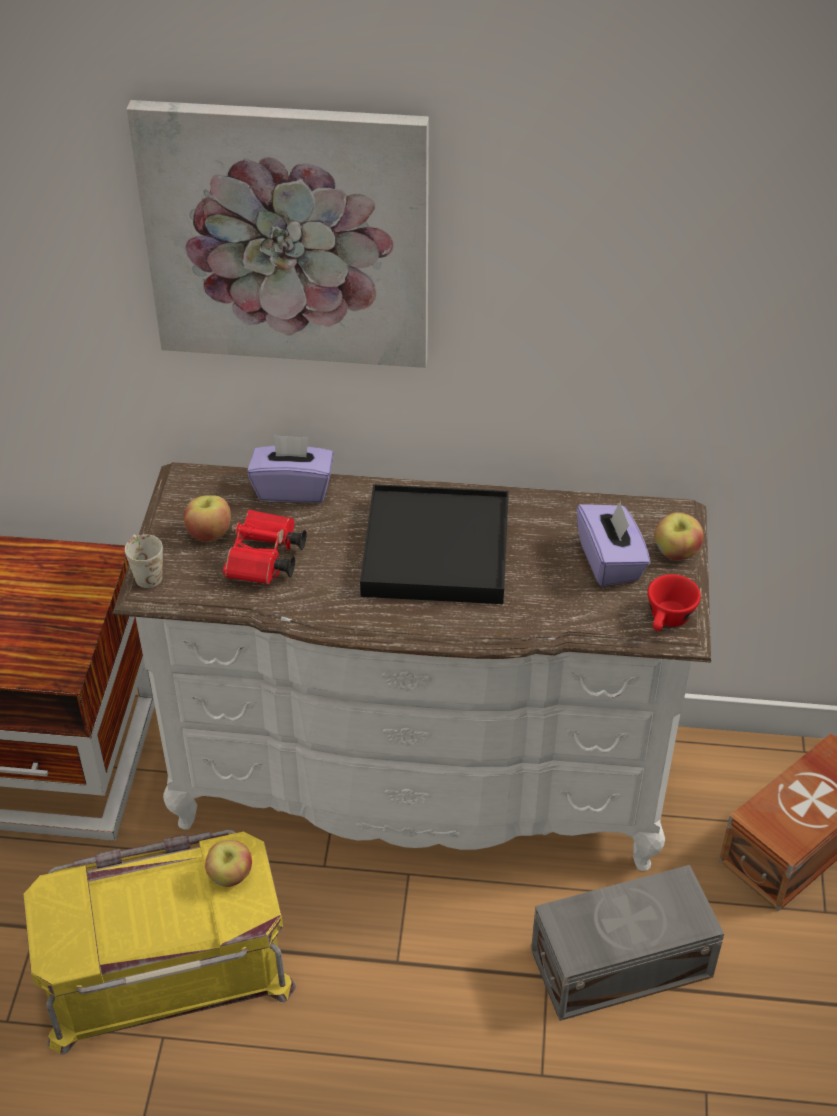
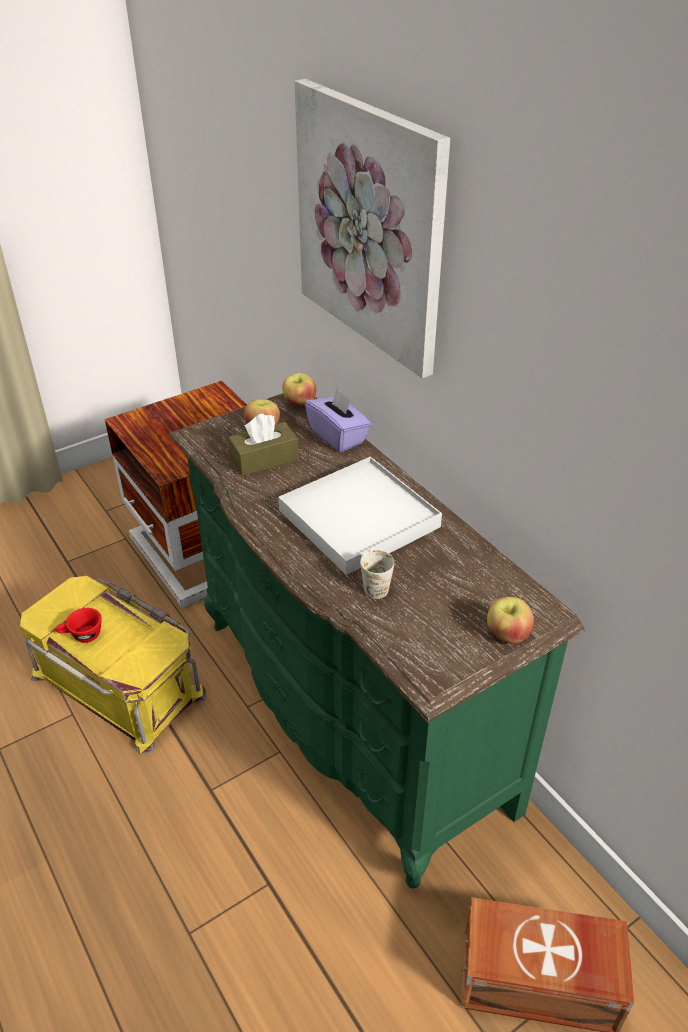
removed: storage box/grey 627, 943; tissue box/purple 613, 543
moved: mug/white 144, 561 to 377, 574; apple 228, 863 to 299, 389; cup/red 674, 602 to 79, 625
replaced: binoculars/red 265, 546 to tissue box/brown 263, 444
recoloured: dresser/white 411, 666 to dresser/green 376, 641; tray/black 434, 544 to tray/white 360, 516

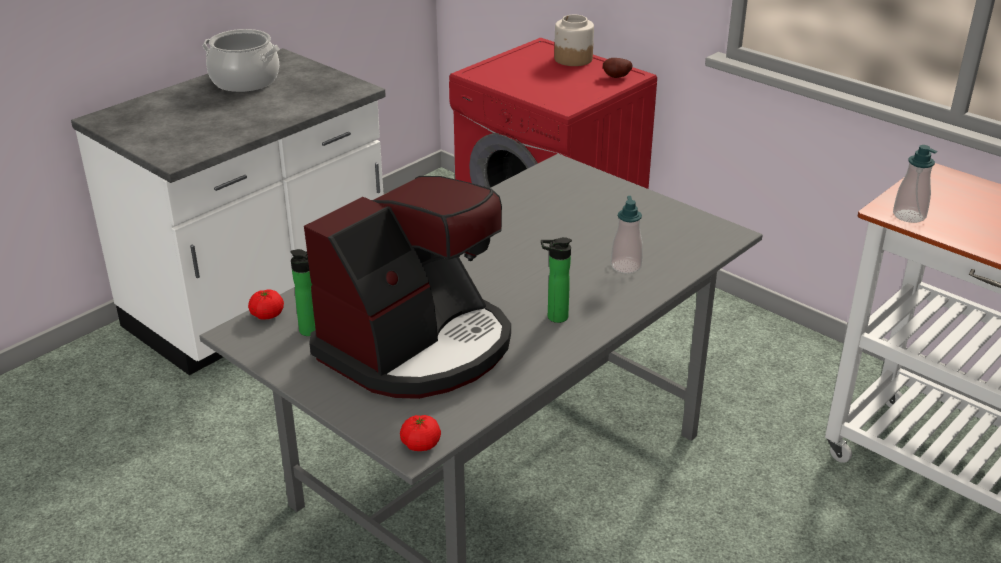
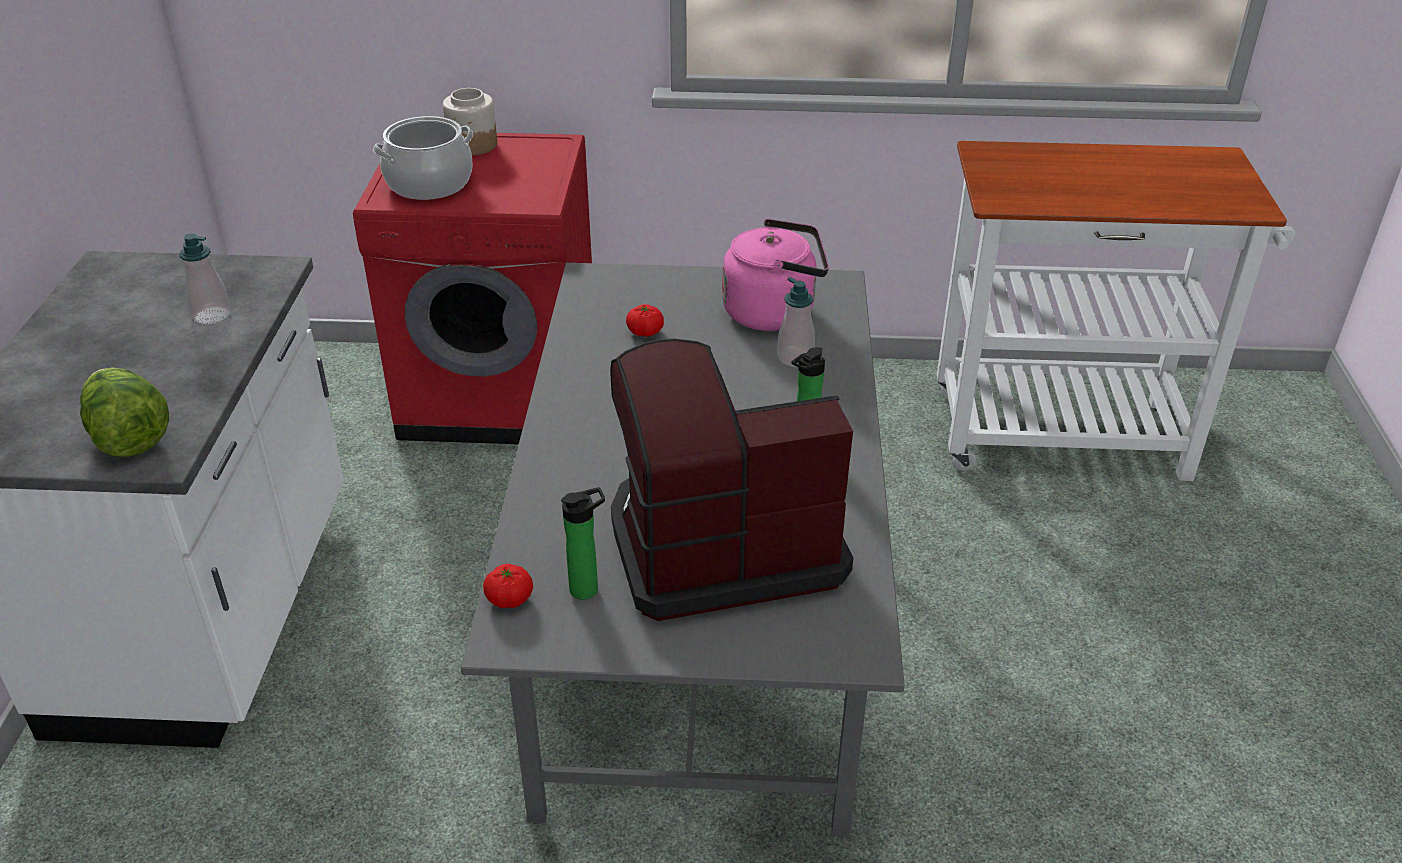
removed: potato 617, 68
added: lettuce 124, 412; kettle/pink 775, 275
moved: cooking pot 241, 60 to 423, 158; tomato 420, 433 to 645, 320; soap dispenser 915, 184 to 205, 278
turned: coffee machine 407, 287 = 731, 480 105 degrees counterclockwise

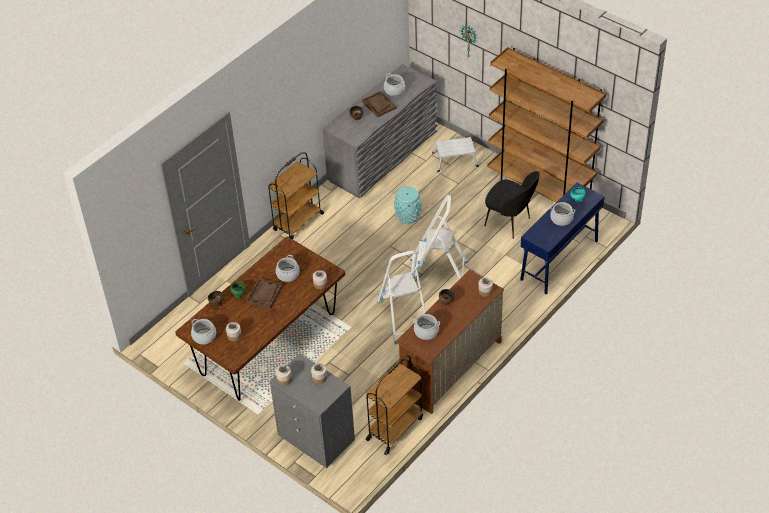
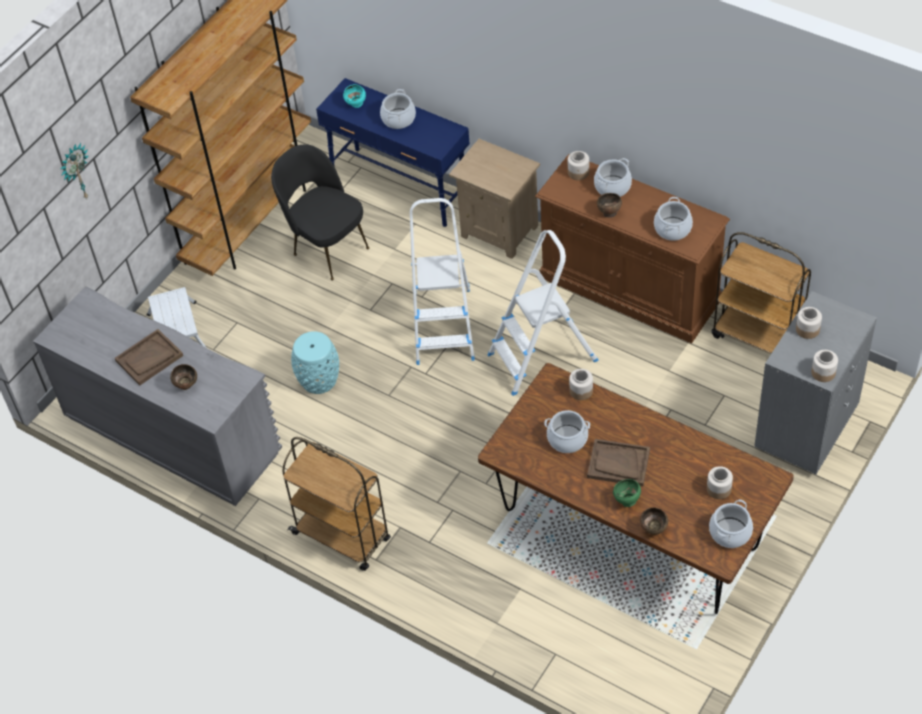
added: nightstand/beige 494, 199
moved: cooking pot 394, 85 to 613, 177
turned: chair/black 511, 205 = 320, 212 75 degrees counterclockwise

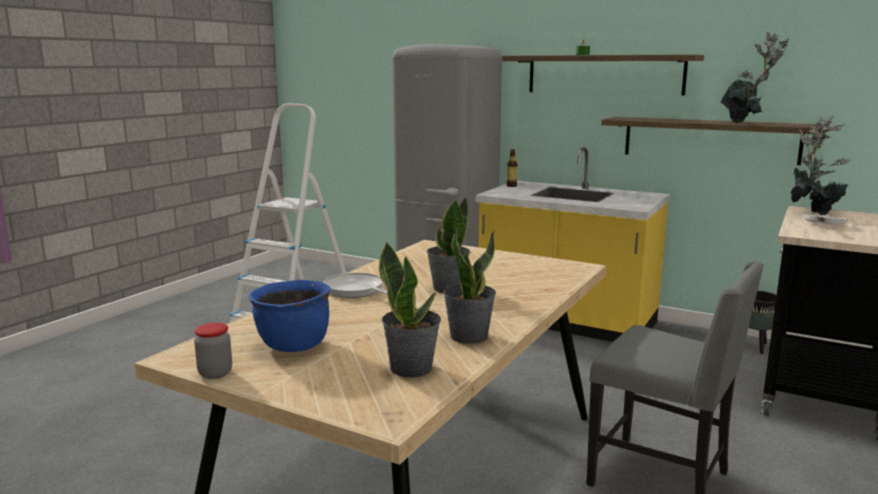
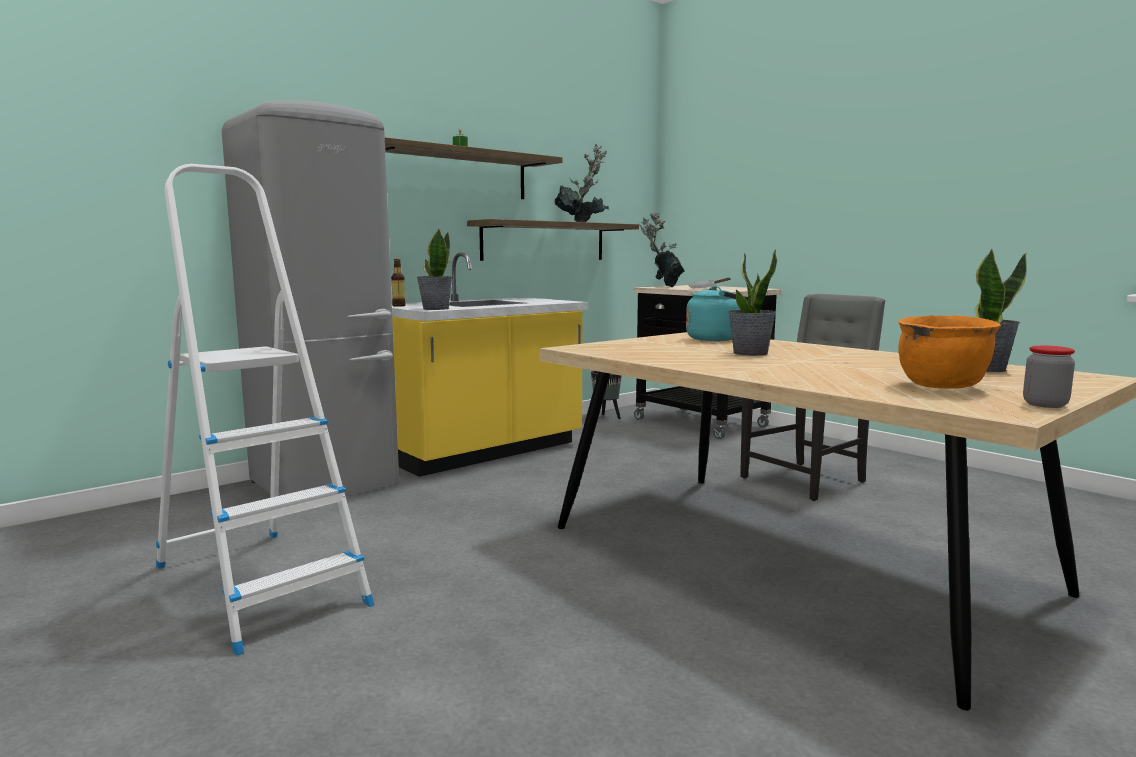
removed: frying pan 355, 285
added: kettle/turquoise 717, 313
moved: potted plant 469, 286 to 435, 269
recoloured: cooking pot/blue 289, 316 to cooking pot/orange 949, 352

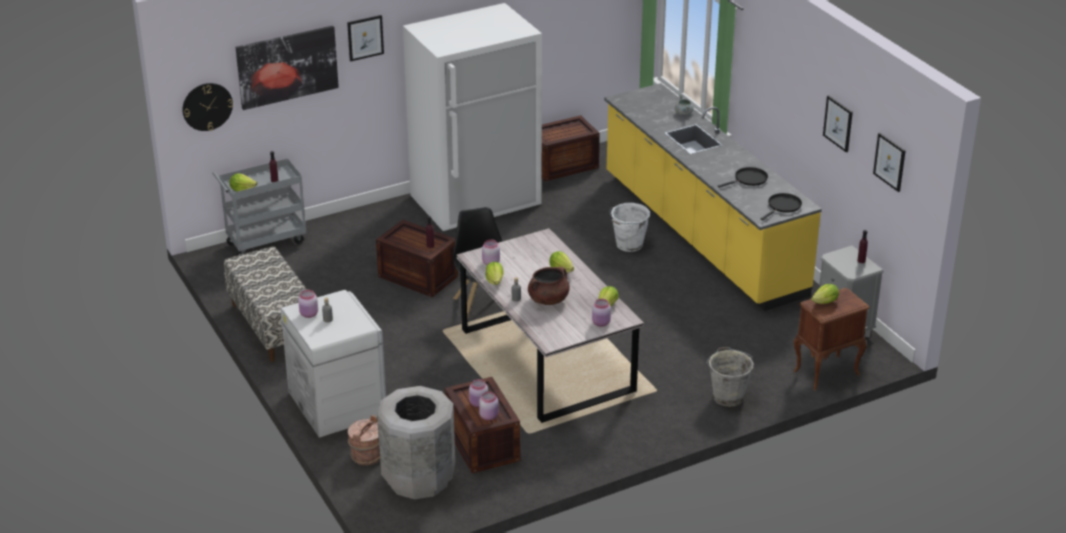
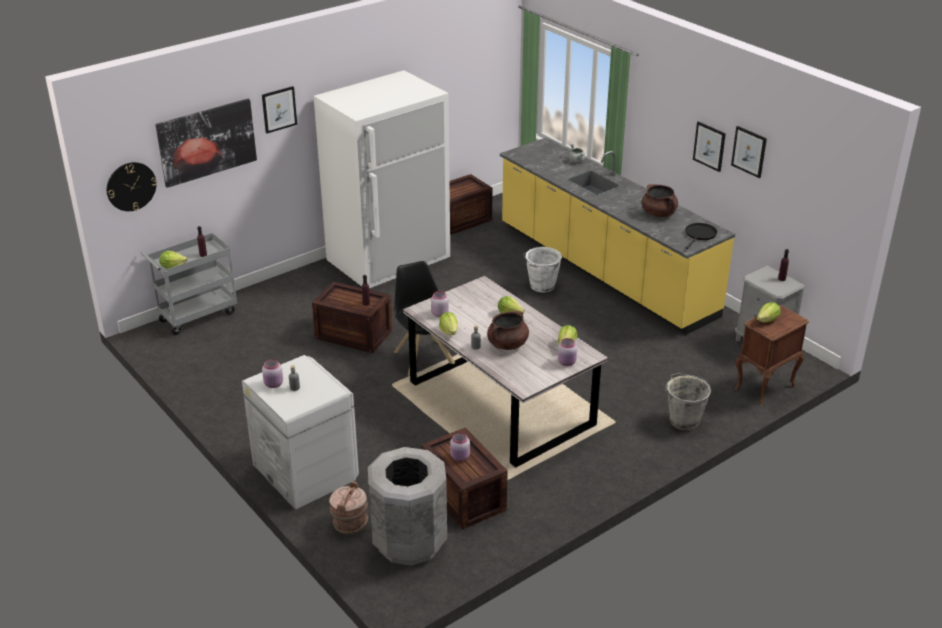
removed: bench 265, 304; jar/pink 489, 406
moved: picture 889, 162 to 709, 146
replaced: frying pan/black 742, 177 to cooking pot/brown 660, 200

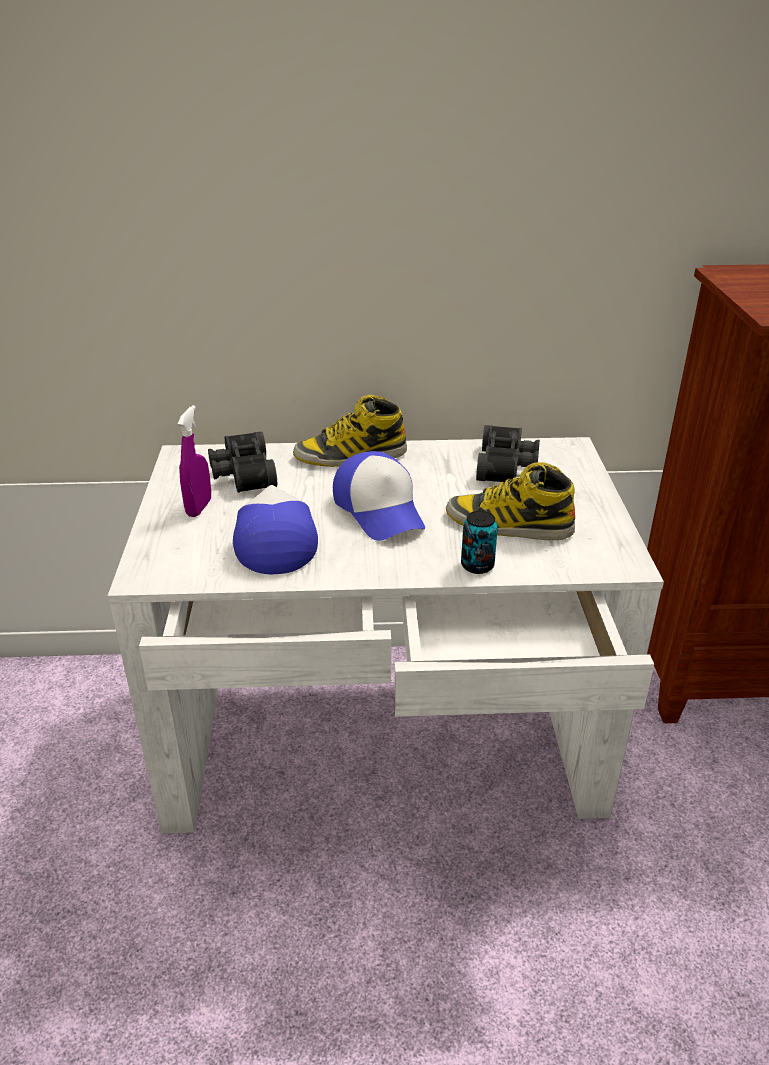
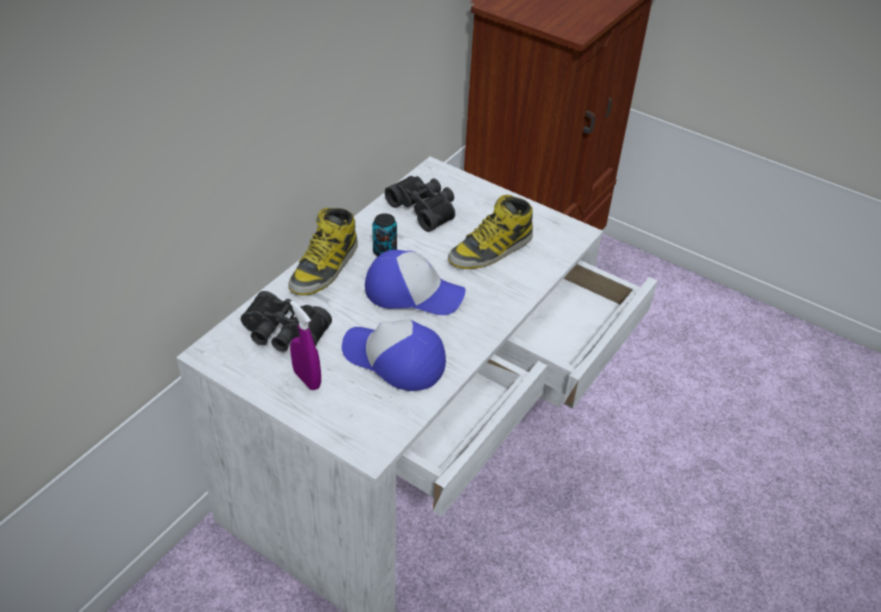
moved: can 479, 542 to 384, 234

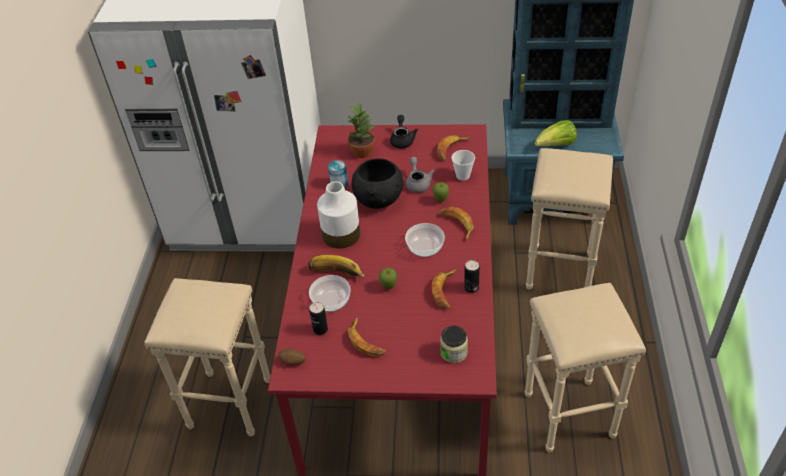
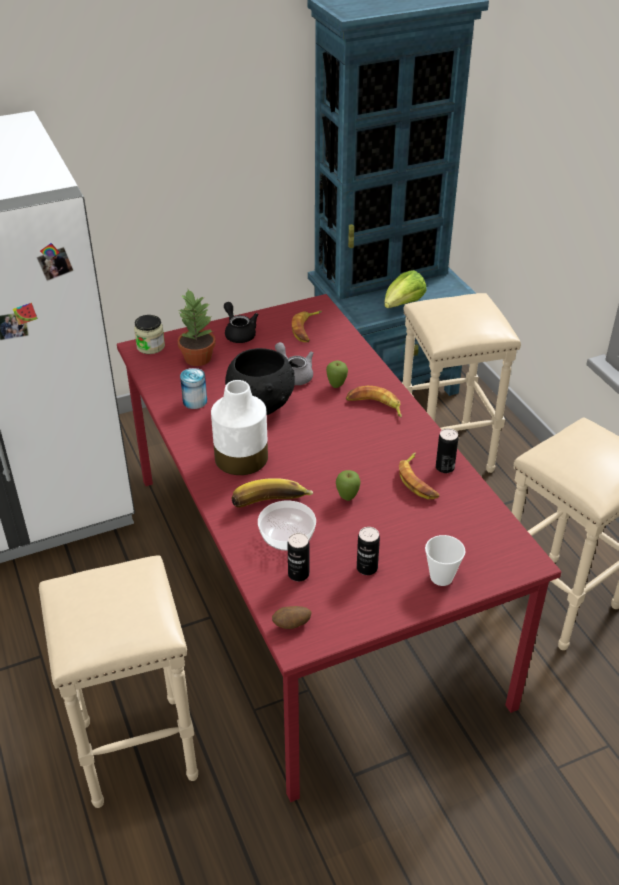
removed: bowl 425, 240
moved: jar 454, 344 to 149, 334; cup 463, 165 to 445, 560
replaced: banana 367, 337 to can 368, 551

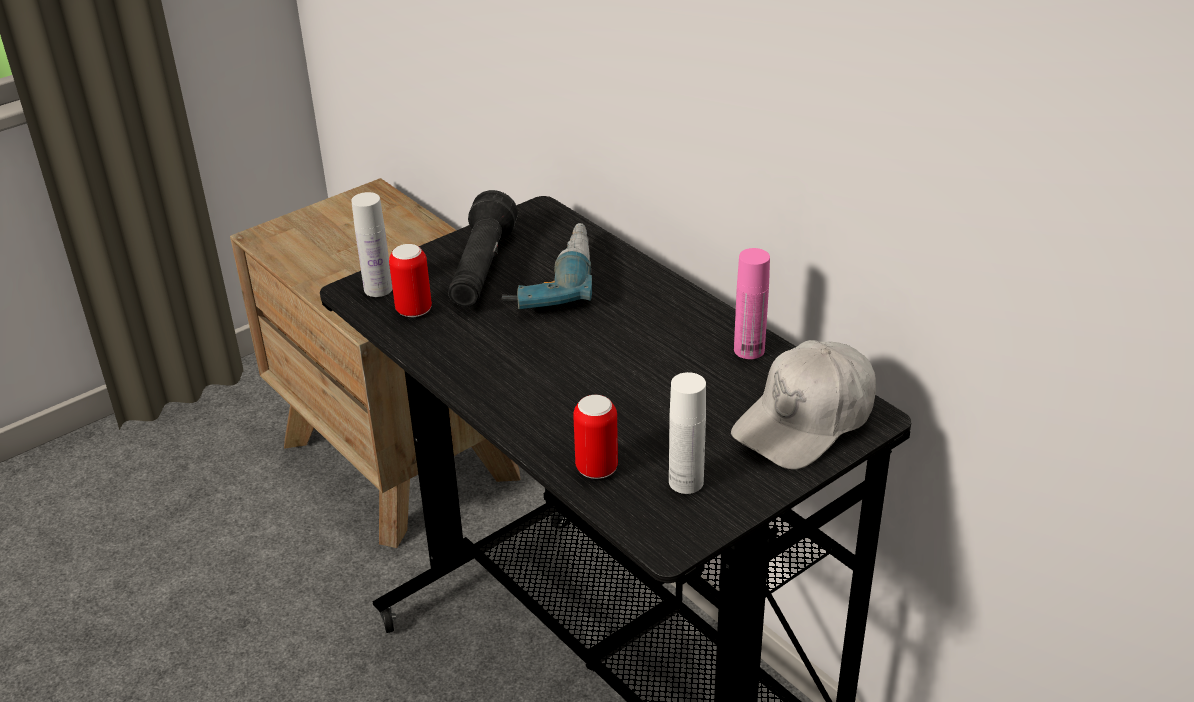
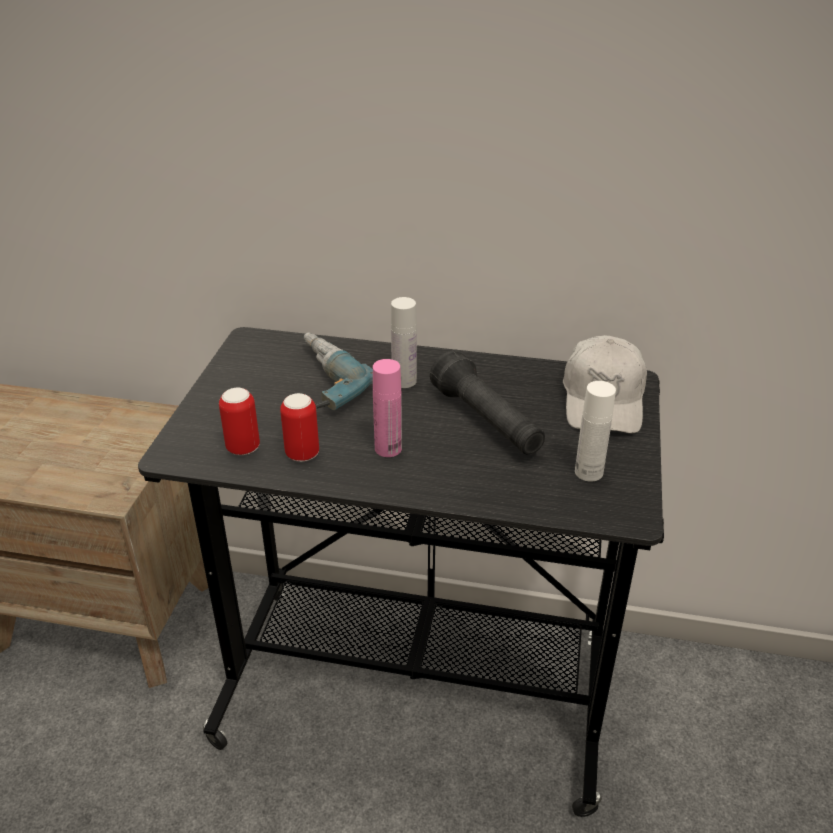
moved: bottle/white 372, 244 to 404, 342; flashlight/black 483, 248 to 487, 402; can 595, 437 to 299, 427; bottle/pink 752, 303 to 387, 408

